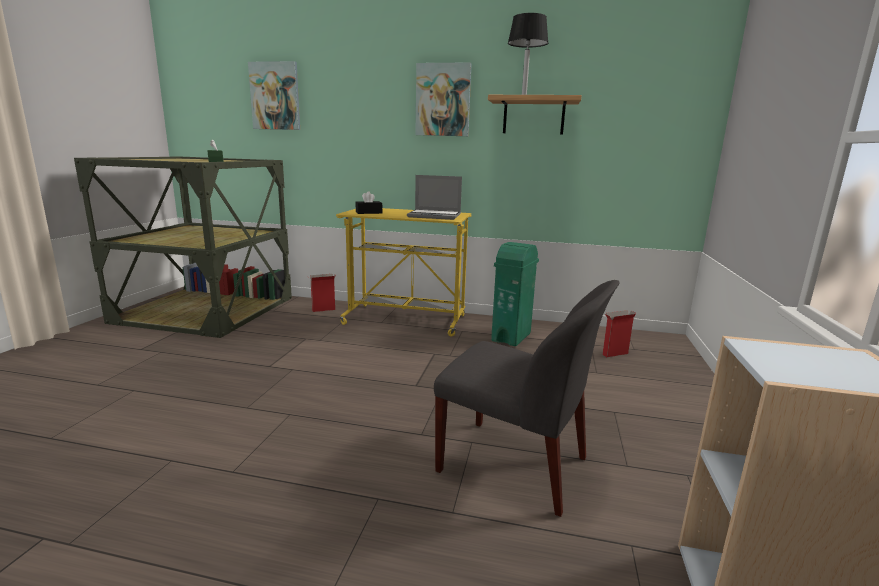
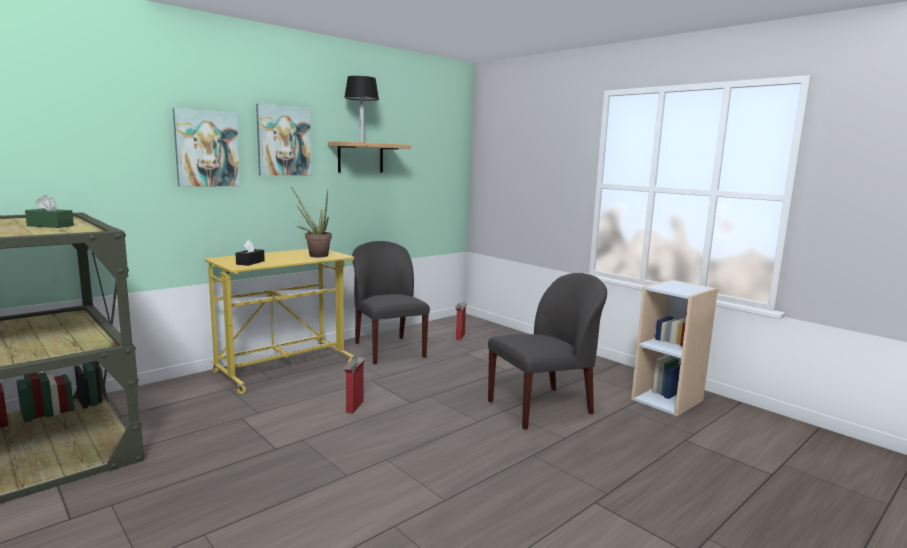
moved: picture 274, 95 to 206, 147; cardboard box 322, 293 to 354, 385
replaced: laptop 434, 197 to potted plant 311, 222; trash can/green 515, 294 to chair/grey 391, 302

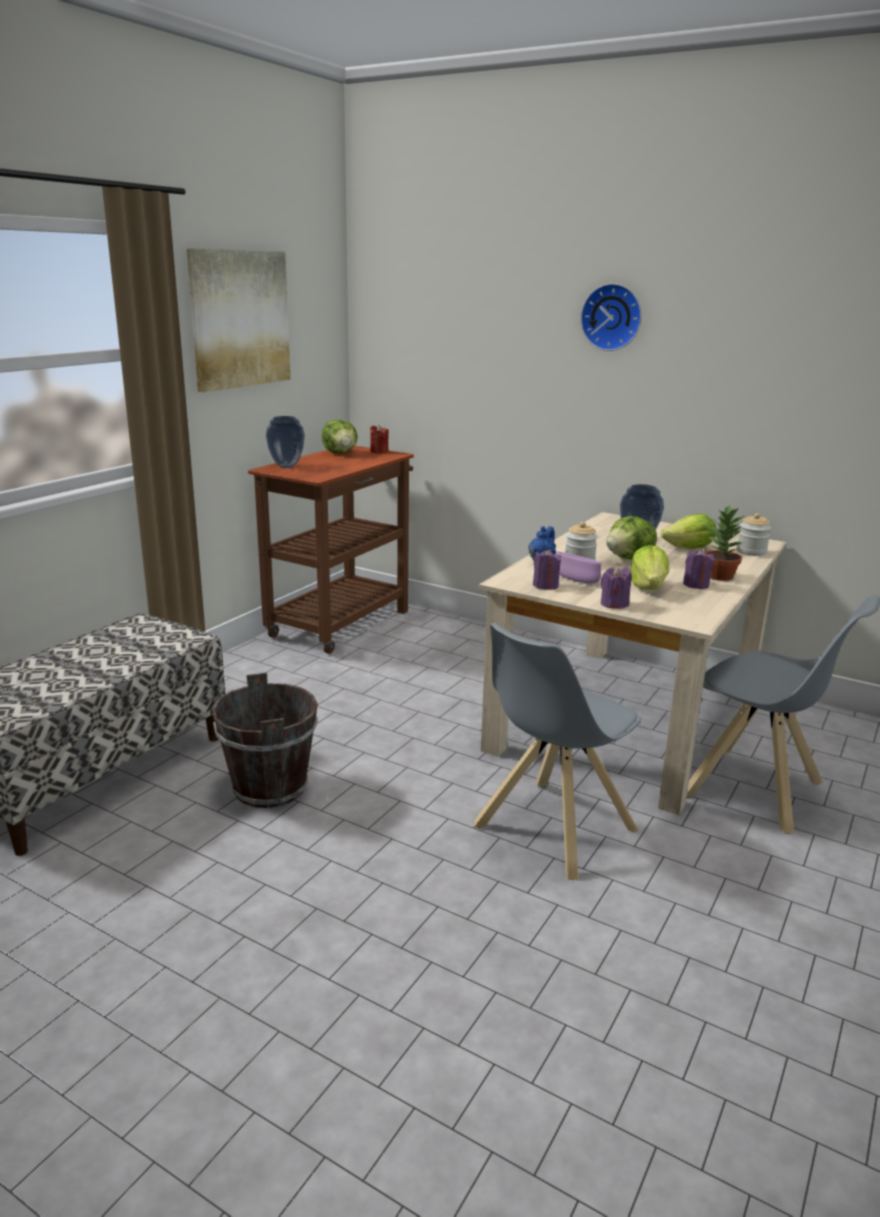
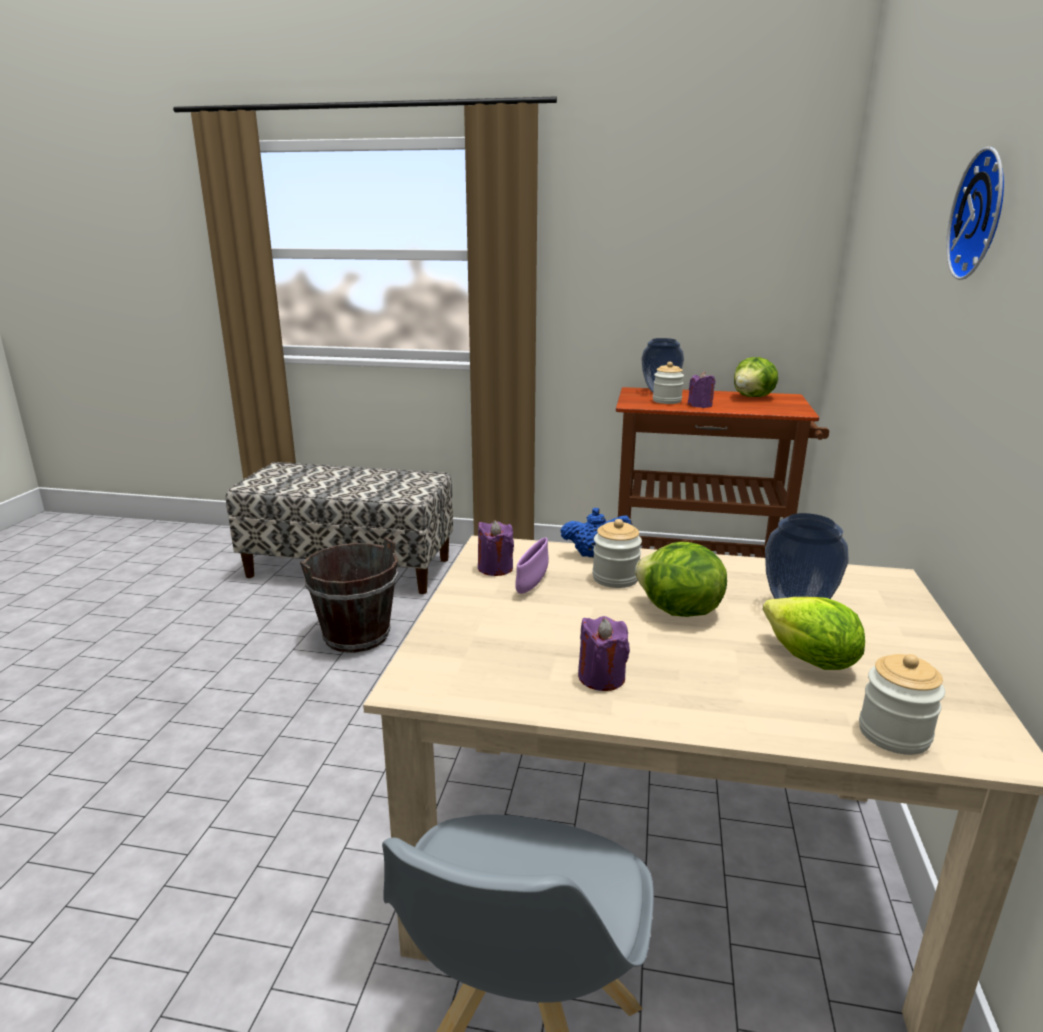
removed: picture 238, 320; candle/red 379, 439; chair/grey 558, 751; lettuce 649, 567; potted plant 725, 543
added: jar 668, 383
moved: candle/purple 616, 587 to 701, 390

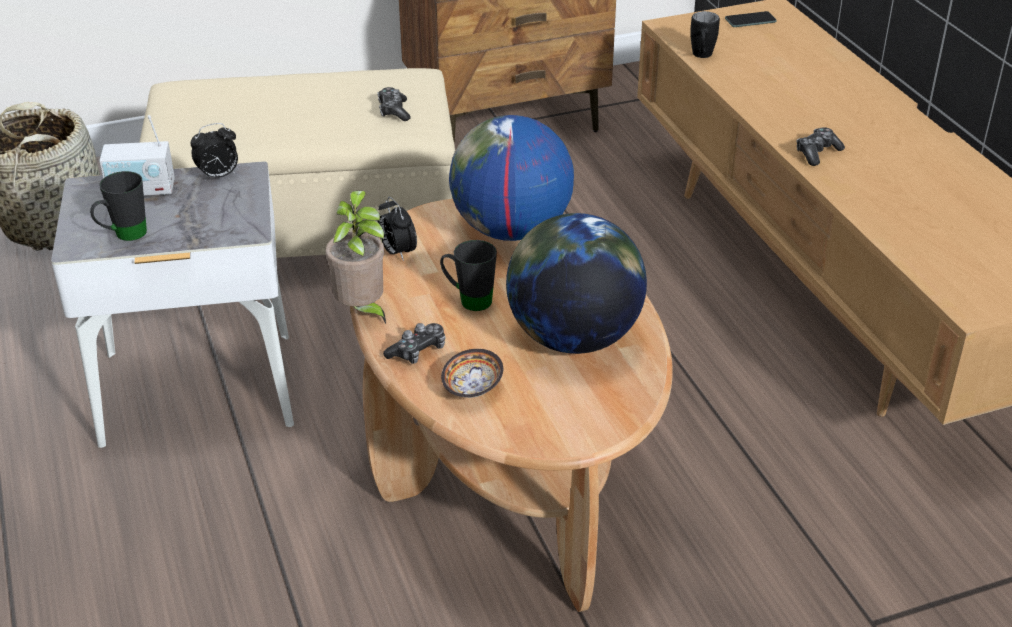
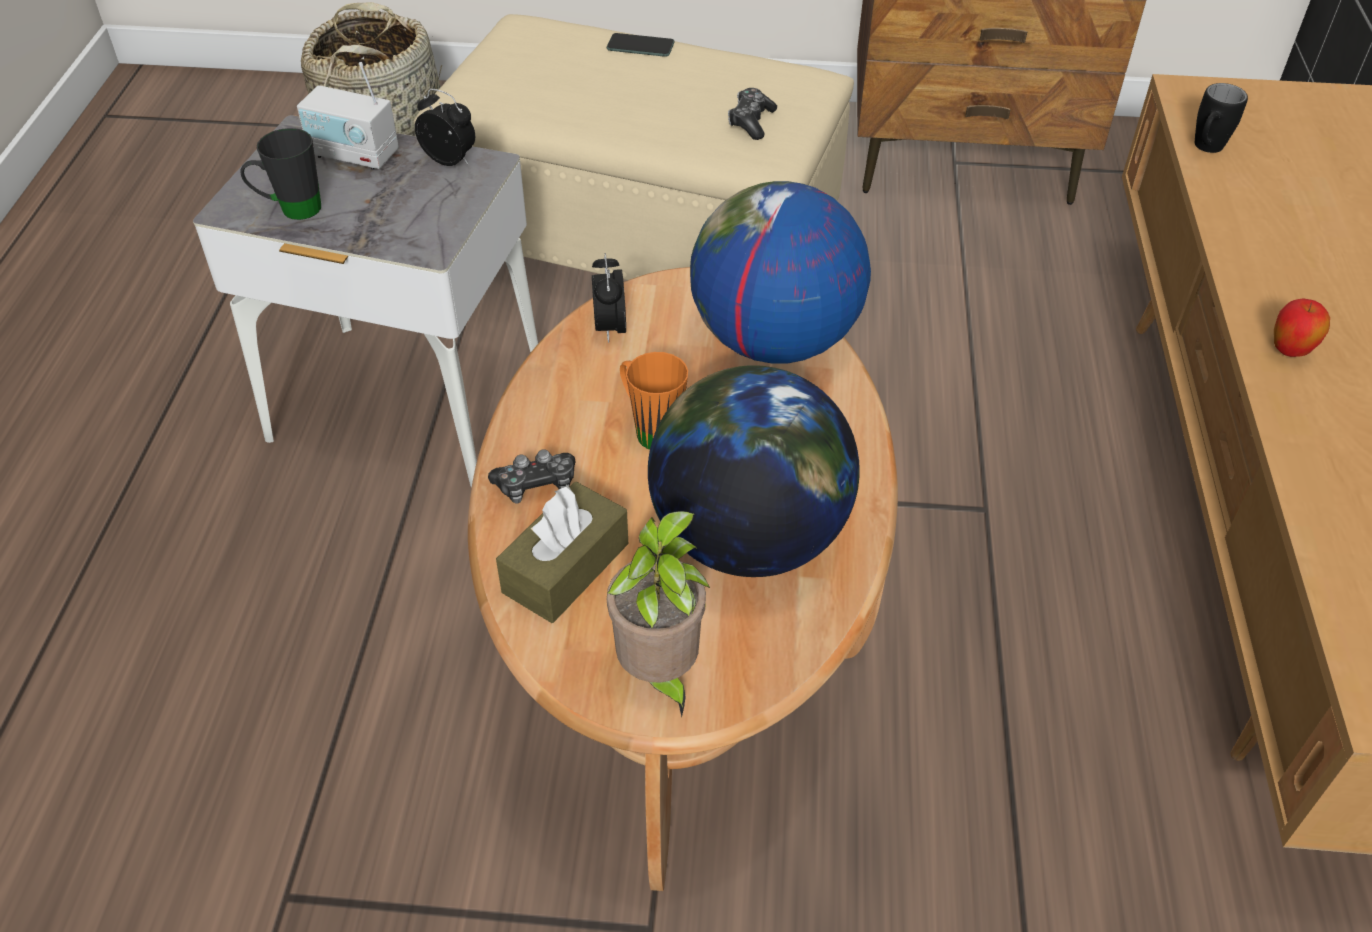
moved: potted plant 355, 257 to 658, 614; phone 751, 19 to 640, 45
replaced: bowl 472, 373 to tissue box/brown 562, 552; game controller 820, 147 to apple 1302, 327
recoloured: mug/black 468, 275 to mug/orange 654, 400
turned: alarm clock 214, 151 = 445, 127 150 degrees counterclockwise

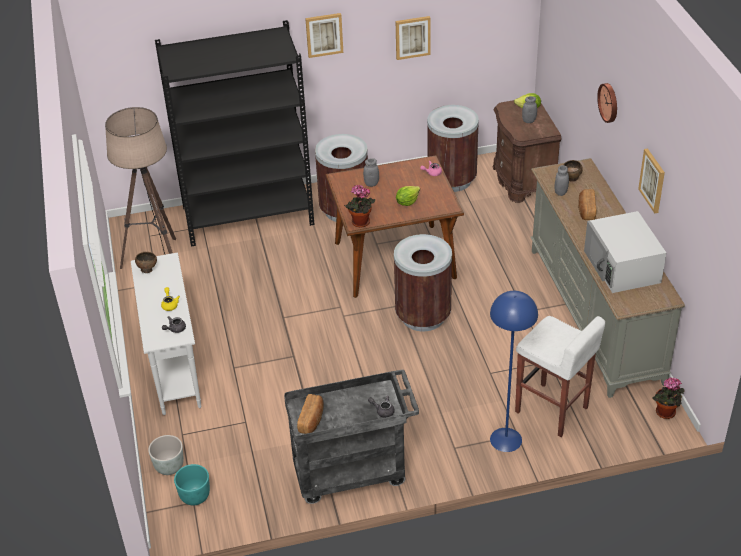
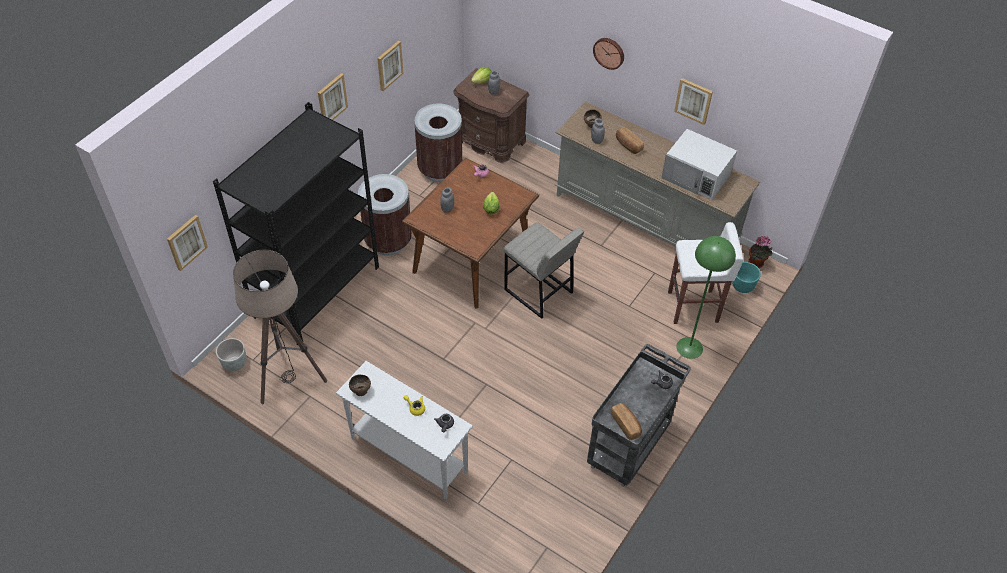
removed: potted plant 359, 206
added: picture 187, 243
moved: planter/grey 166, 455 to 231, 354; planter/turquoise 192, 484 to 746, 277
replaced: trash can/brown 423, 282 to chair/grey 544, 270
recoloured: floor lamp/blue 514, 371 to floor lamp/green 706, 297

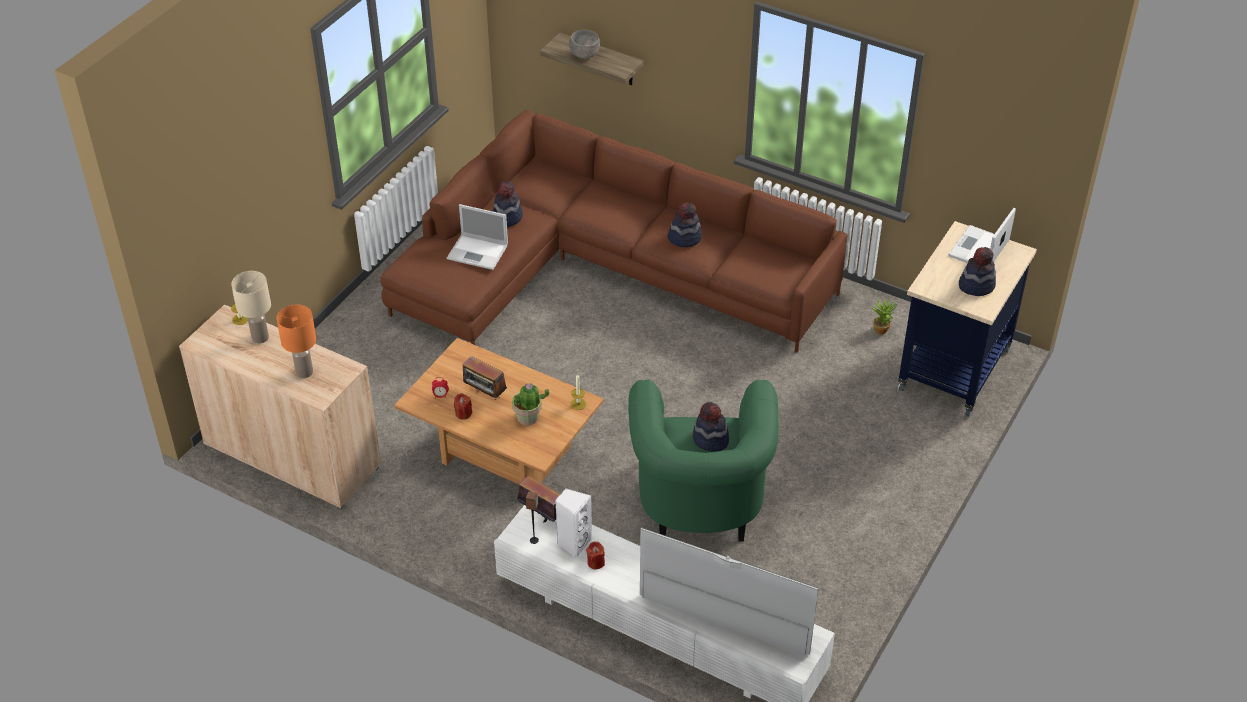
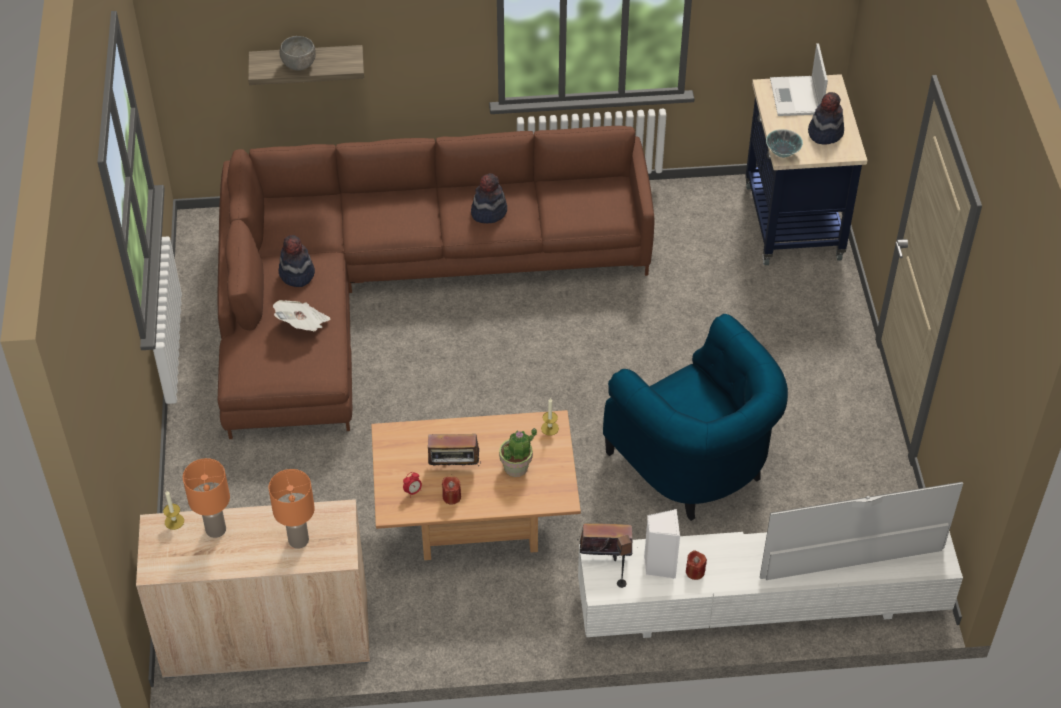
removed: hat 711, 427; potted plant 884, 316
added: bowl 784, 143
replaced: laptop 477, 237 to newspaper 301, 315
recoloured: table lamp/beige 251, 307 to table lamp/orange 206, 498; armchair/green 703, 461 to armchair/blue 695, 417

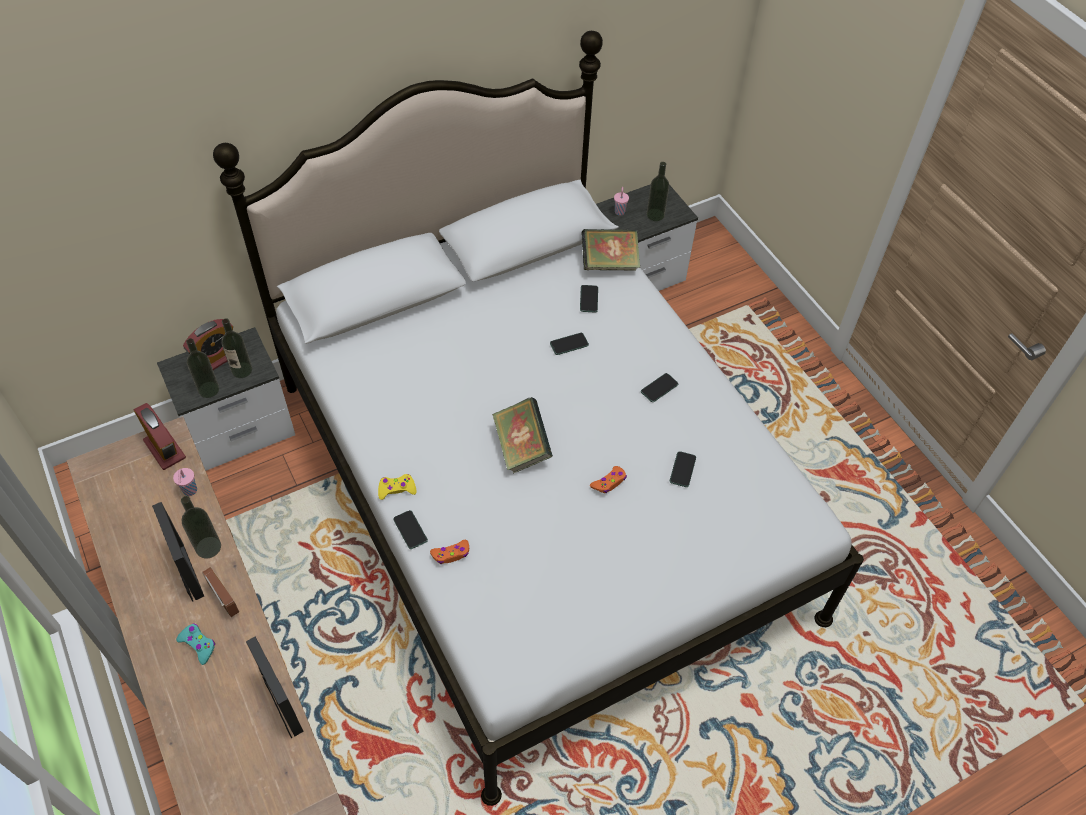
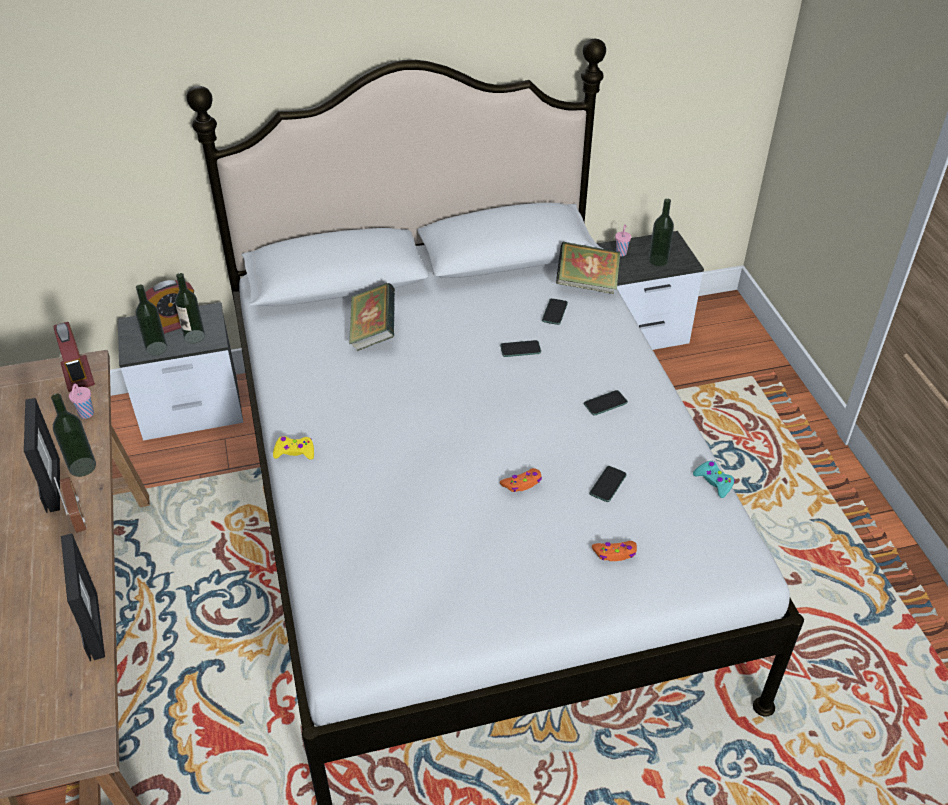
removed: phone 410, 529
moved: game controller/turquoise 195, 644 to 714, 479; game controller/orange 449, 552 to 614, 551; book 522, 435 to 372, 317

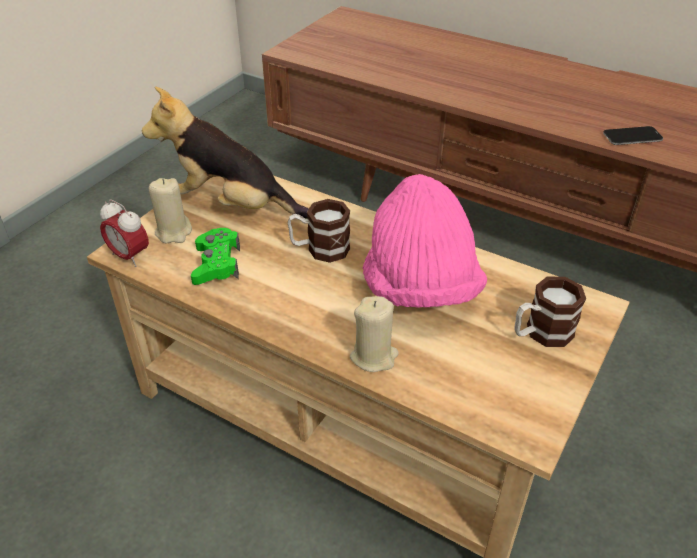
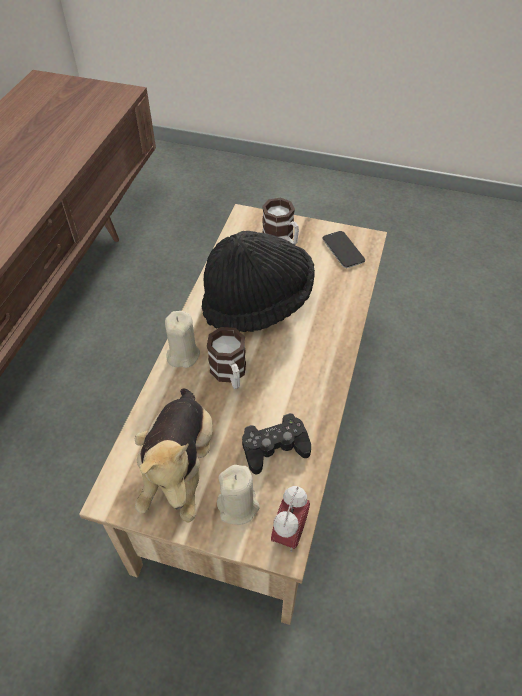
moved: candle/beige 374, 334 to 182, 339; phone 633, 135 to 343, 249
recoloured: game controller/green 215, 256 to game controller/black 276, 443; hat/pink 425, 241 to hat/black 258, 281

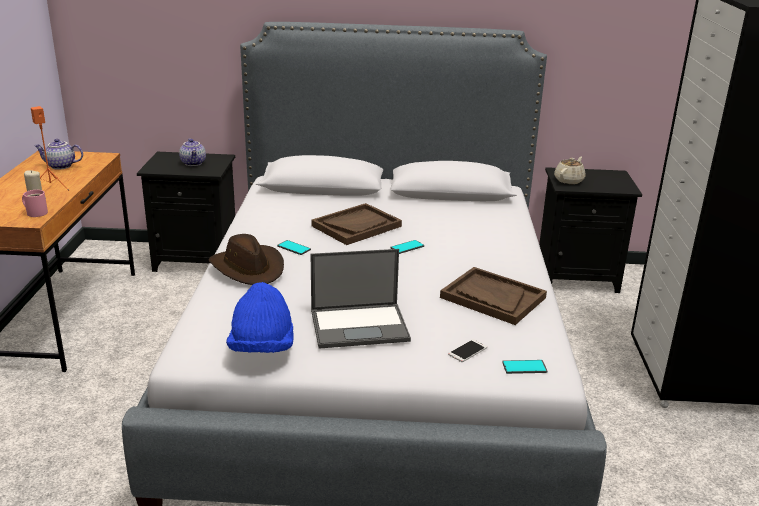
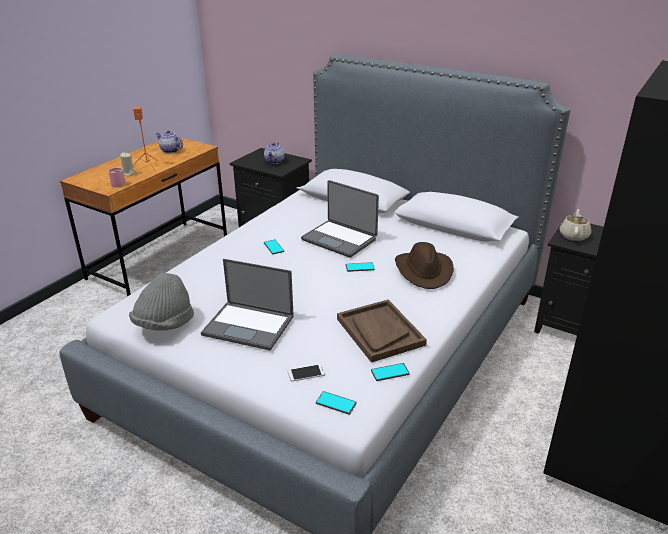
added: phone 390, 372
moved: hat/brown 246, 259 to 424, 265
replaced: tray/brown 356, 224 to laptop 340, 219
recoloured: hat/blue 260, 317 to hat/grey 161, 302
turned: teapot/beige 569, 170 = 575, 225 45 degrees counterclockwise

